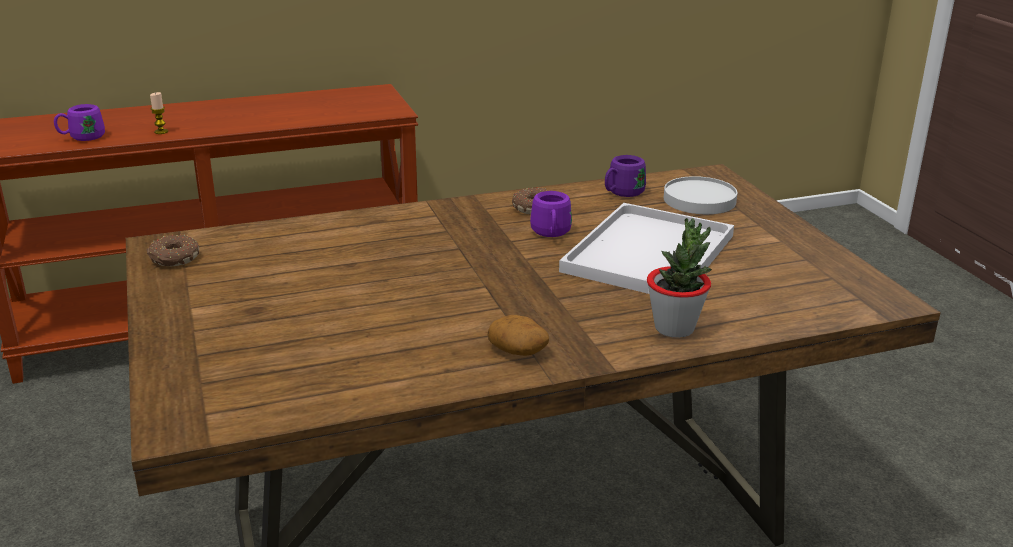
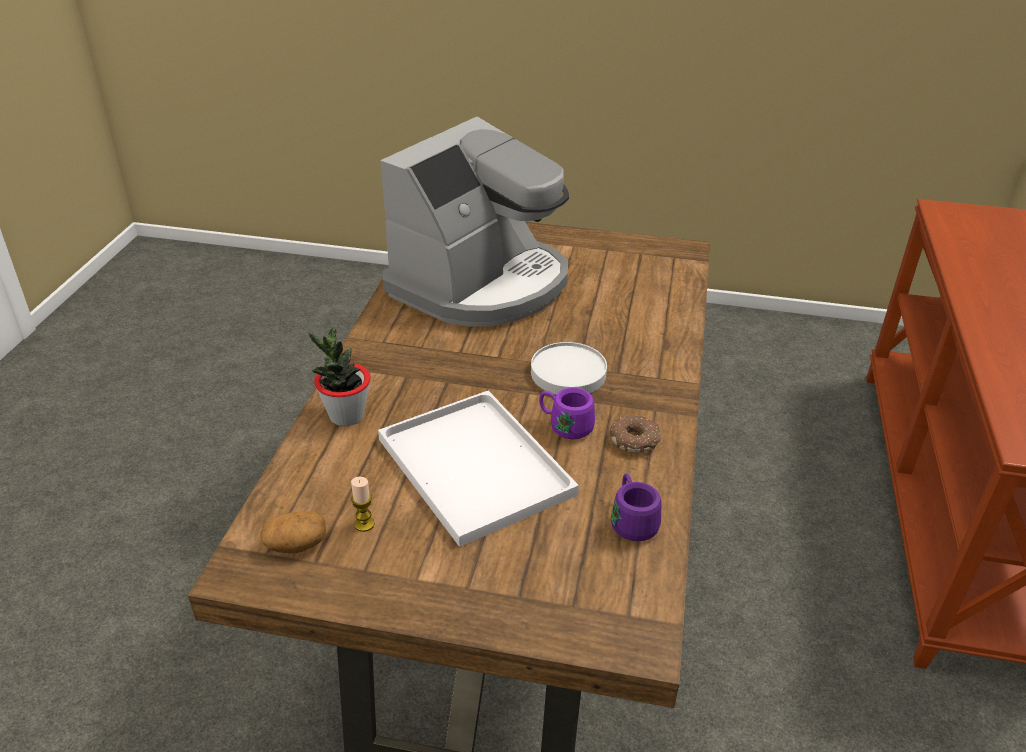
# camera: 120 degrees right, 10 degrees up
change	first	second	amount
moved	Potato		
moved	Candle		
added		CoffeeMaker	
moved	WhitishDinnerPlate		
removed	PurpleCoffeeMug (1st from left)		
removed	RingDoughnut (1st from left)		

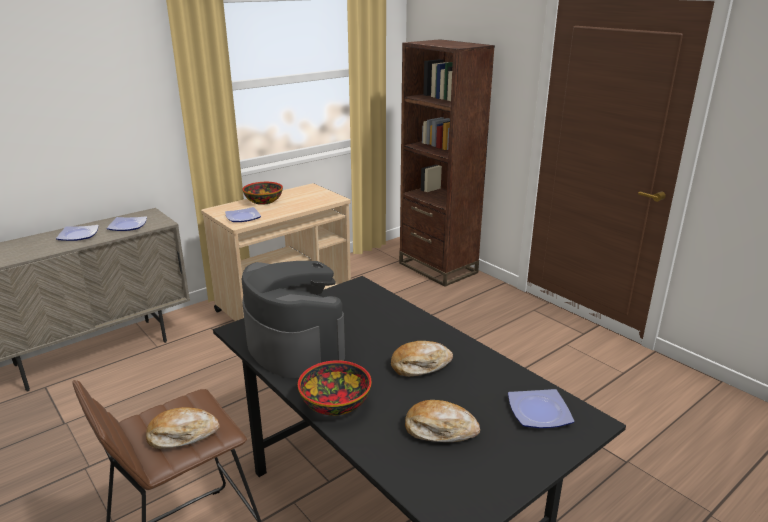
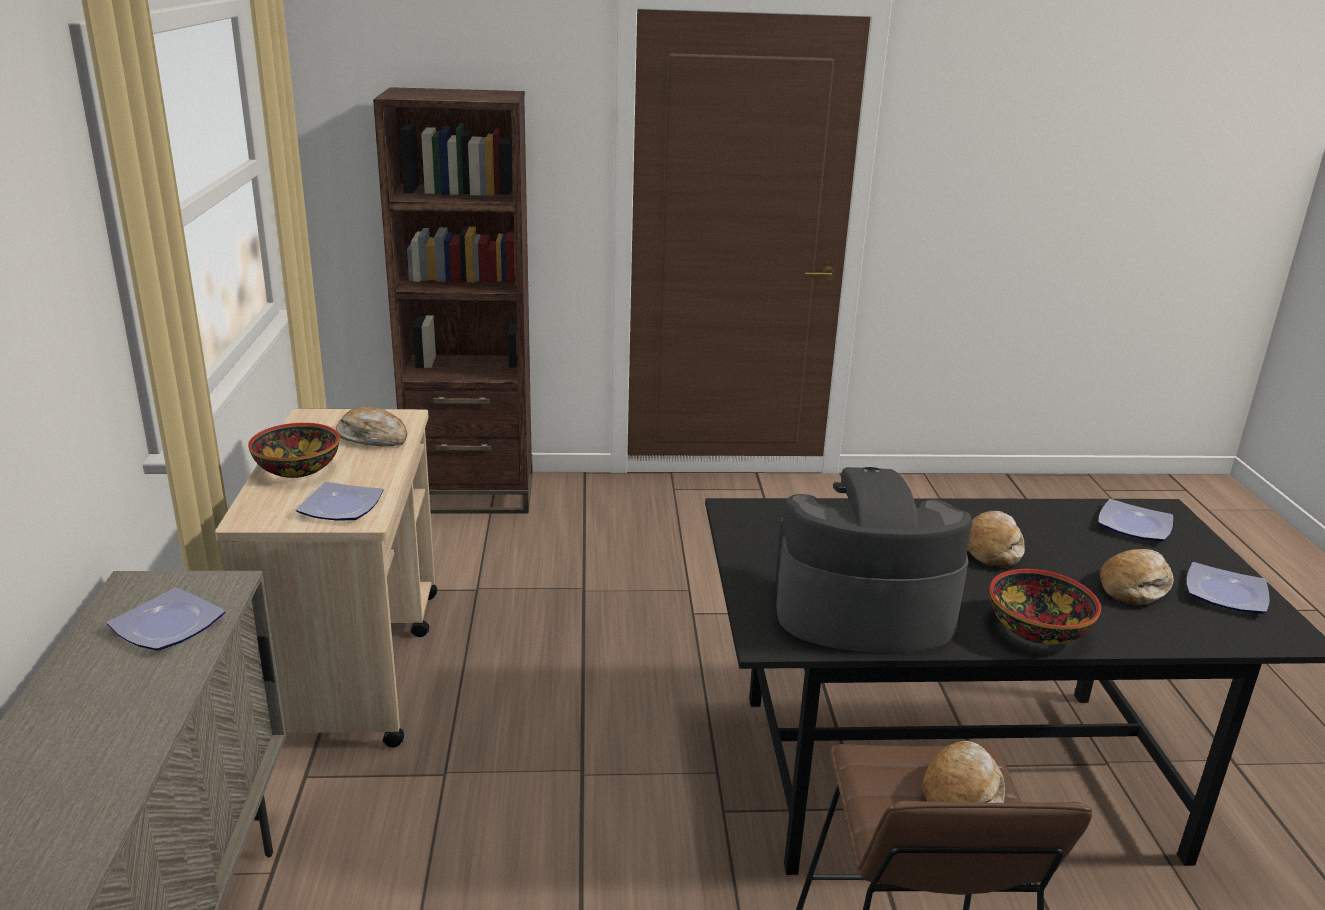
# camera: 55 degrees left, 0 degrees up
change	first	second	amount
added		BakedBread (1st from left)	
moved	DinnerPlate (1st from left in the first image)	DinnerPlate (4th from left)	

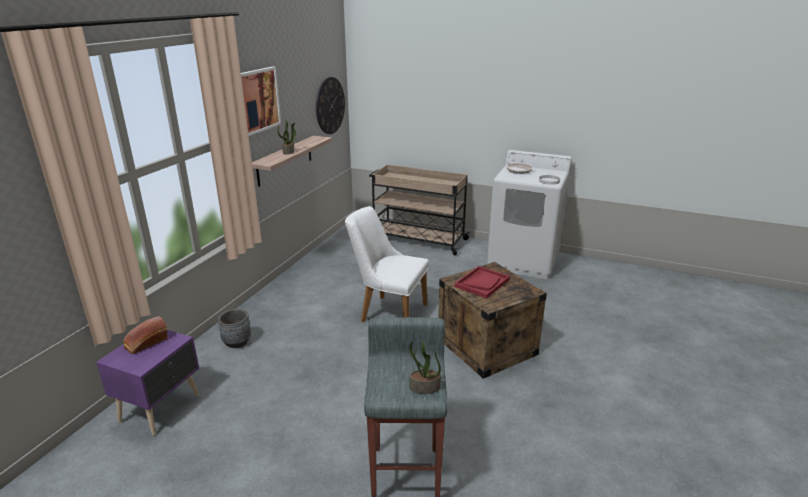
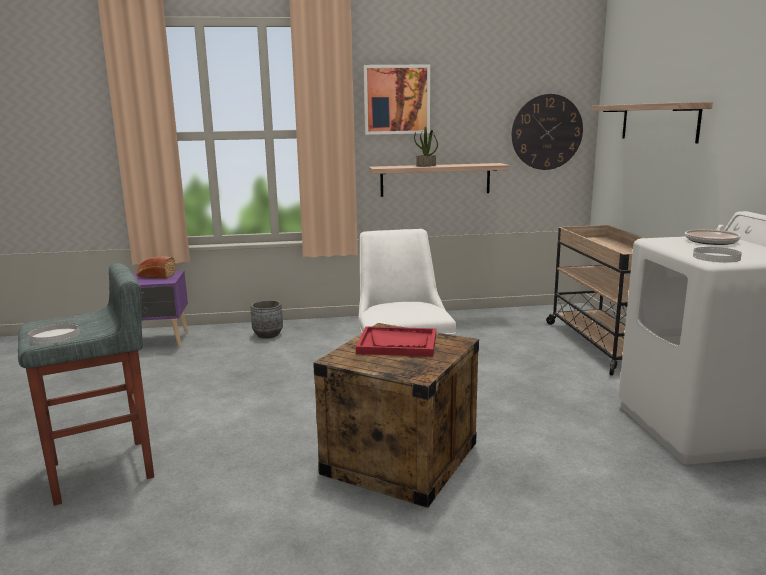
# camera: 60 degrees right, 10 degrees down
change	first	second	amount
replaced	Houseplant (2nd from left)	WhitishDinnerPlate (1st from left)	
added		WallShelf (2nd from left)	

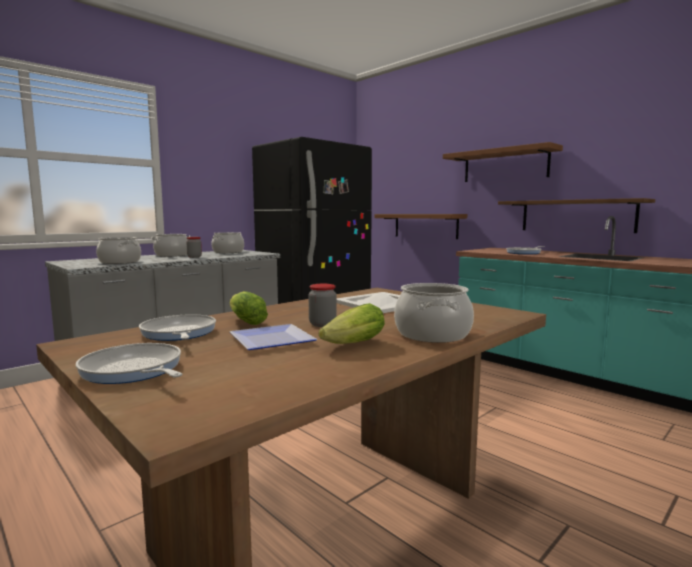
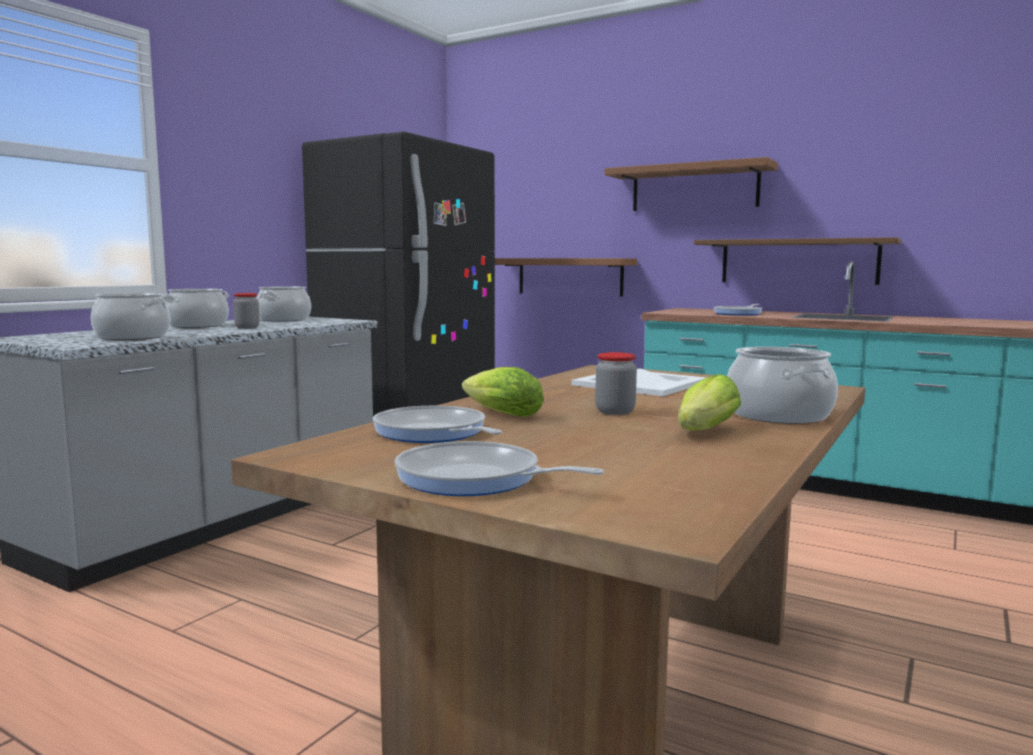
# camera: 15 degrees left, 0 degrees up
change	first	second	amount
removed	DinnerPlate		

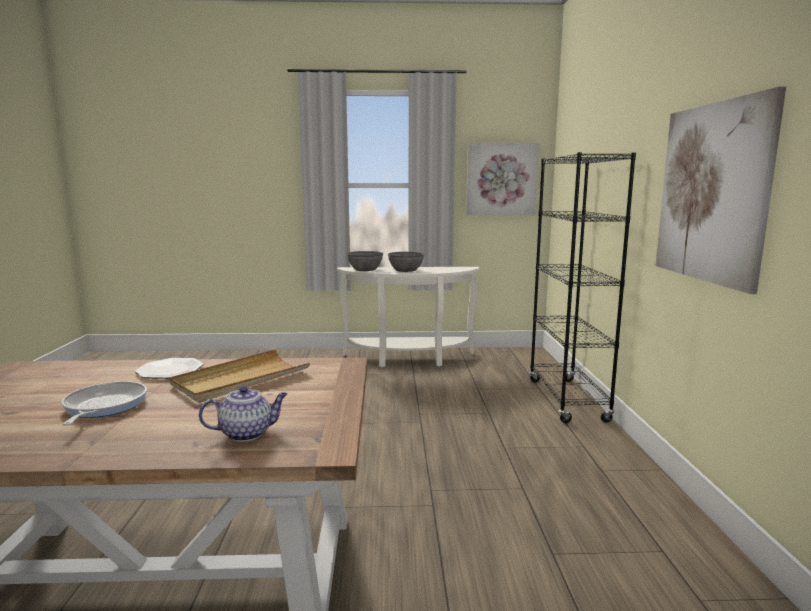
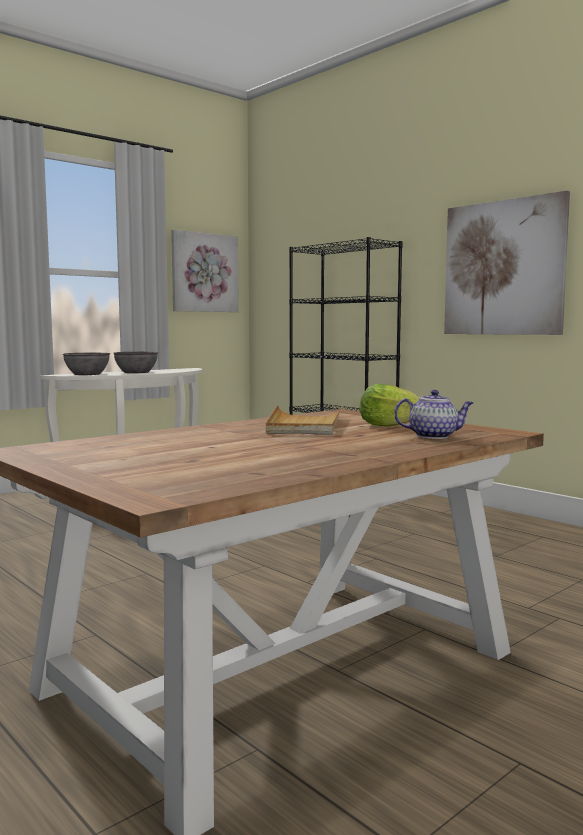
# camera: 40 degrees left, 5 degrees down
change	first	second	amount
added		LettuceHead	
turned	Teapot		60 degrees clockwise
removed	FryingPan		
removed	DinnerPlate		

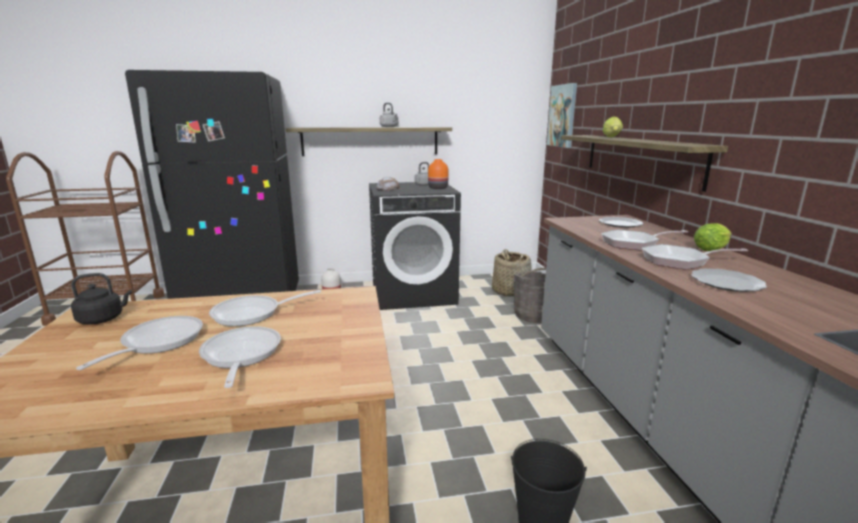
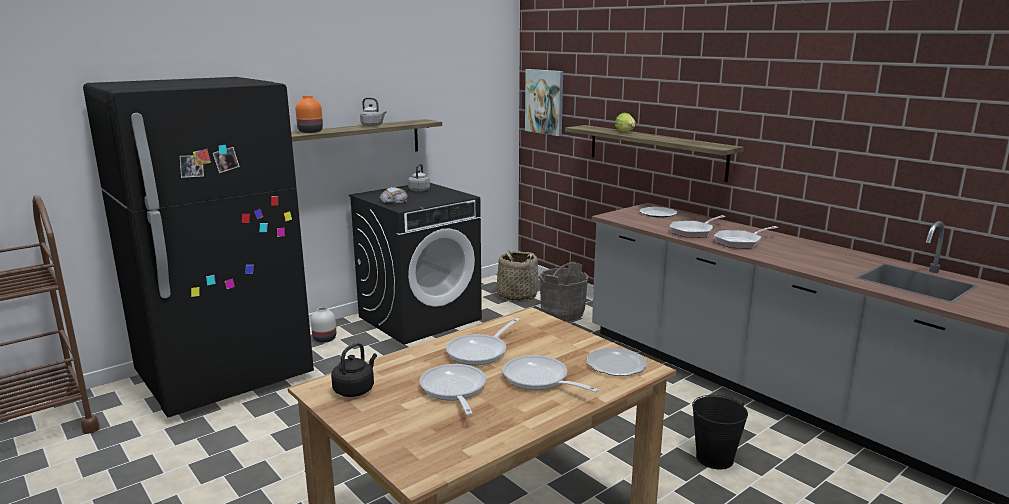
# camera: 30 degrees left, 0 degrees up
change	first	second	amount
moved	OrangeDecorativeVase		
moved	DinnerPlate (2nd from left in the first image)	DinnerPlate (1st from left)	
removed	LettuceHead (2nd from left)		

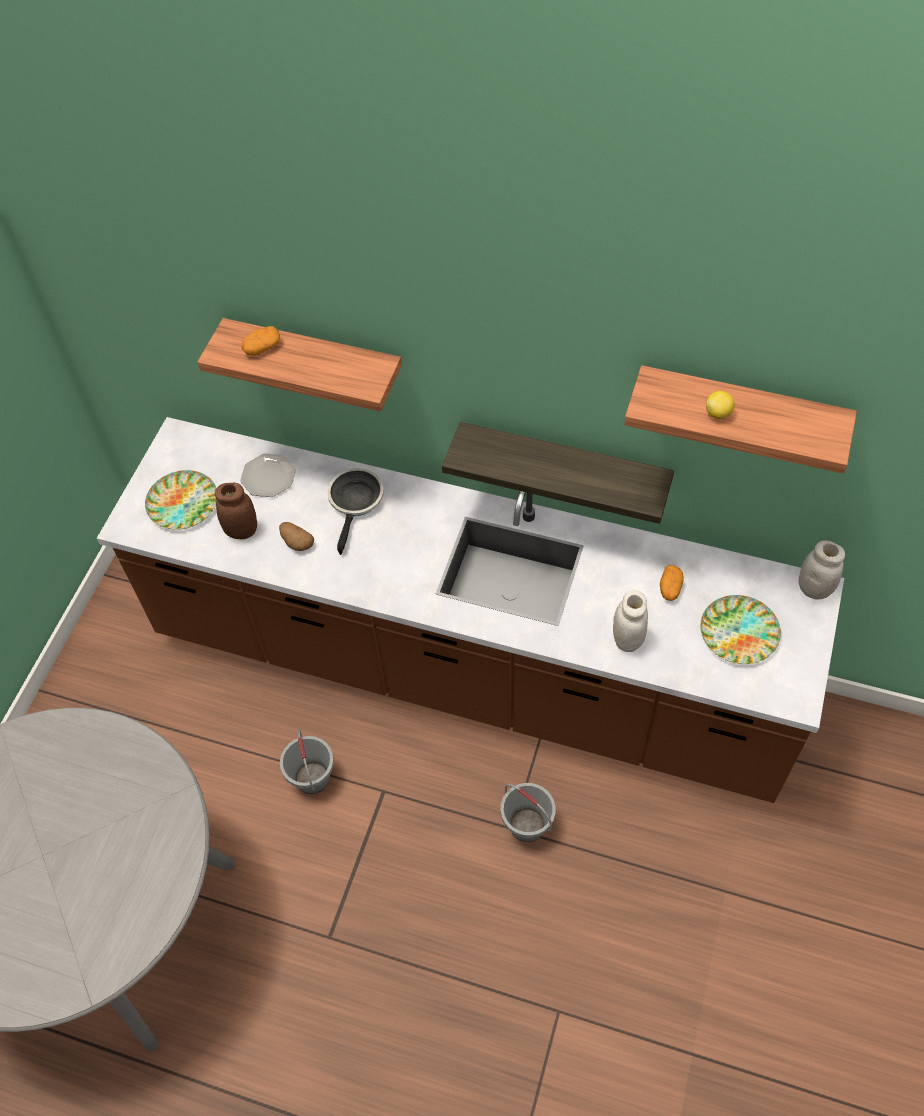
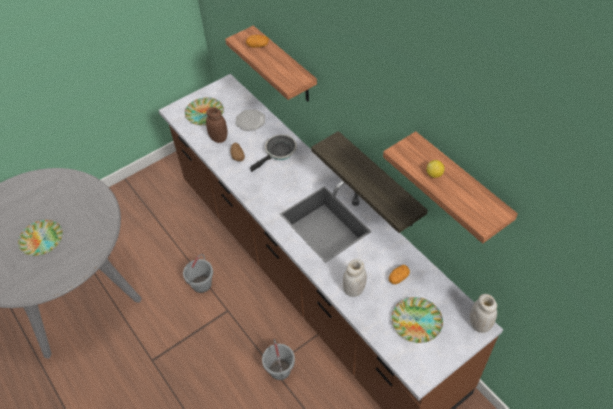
# camera: 35 degrees right, 5 degrees down
change	first	second	amount
added		DinnerPlate (1st from left)	

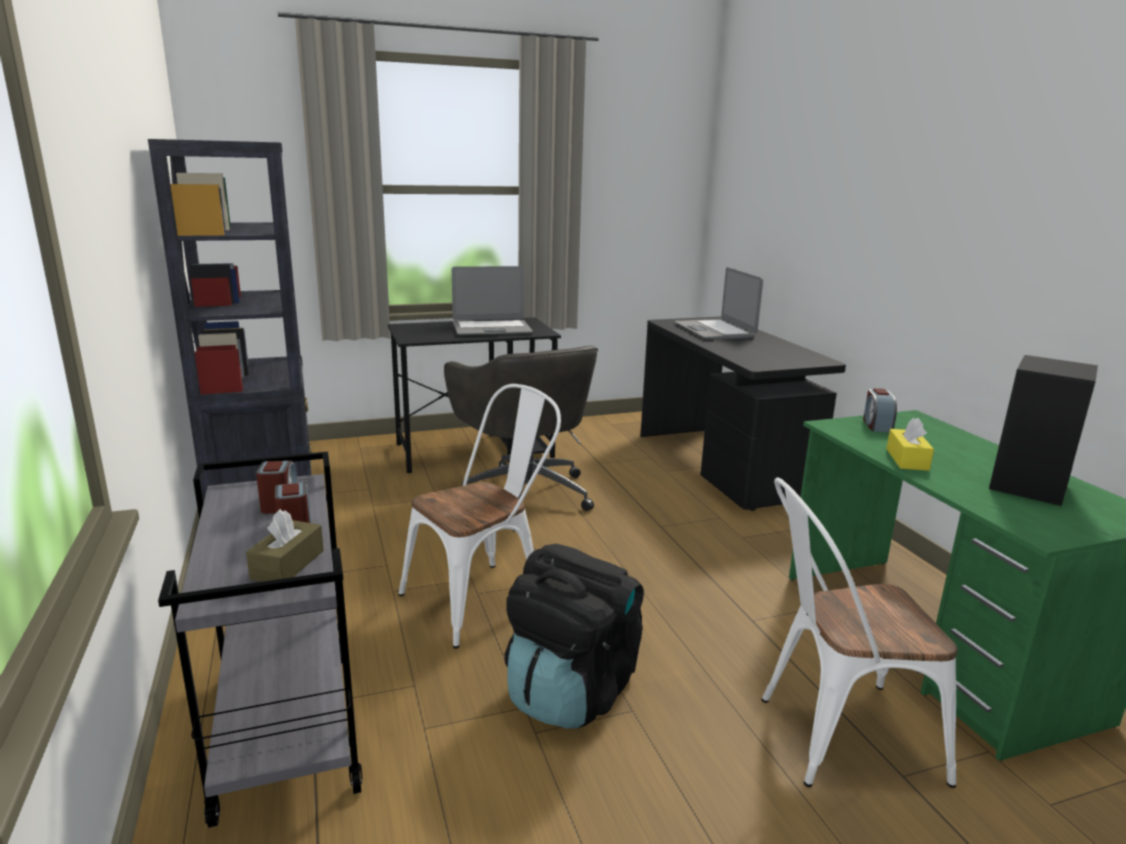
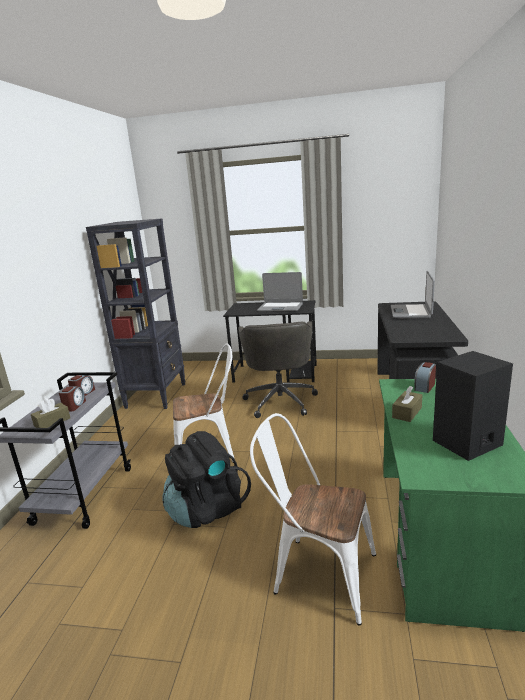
# camera: 30 degrees right, 0 degrees up
change	first	second	amount
recoloured	YellowColouredBoxOfTissues	BrownishBoxOfTissues (2nd from left)	

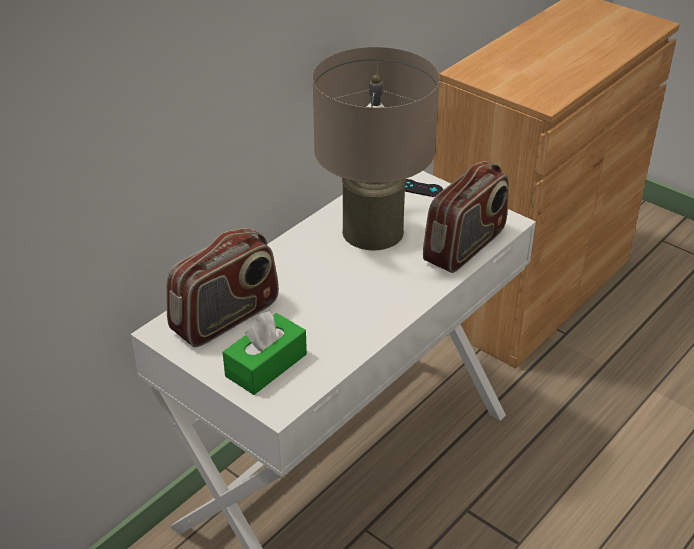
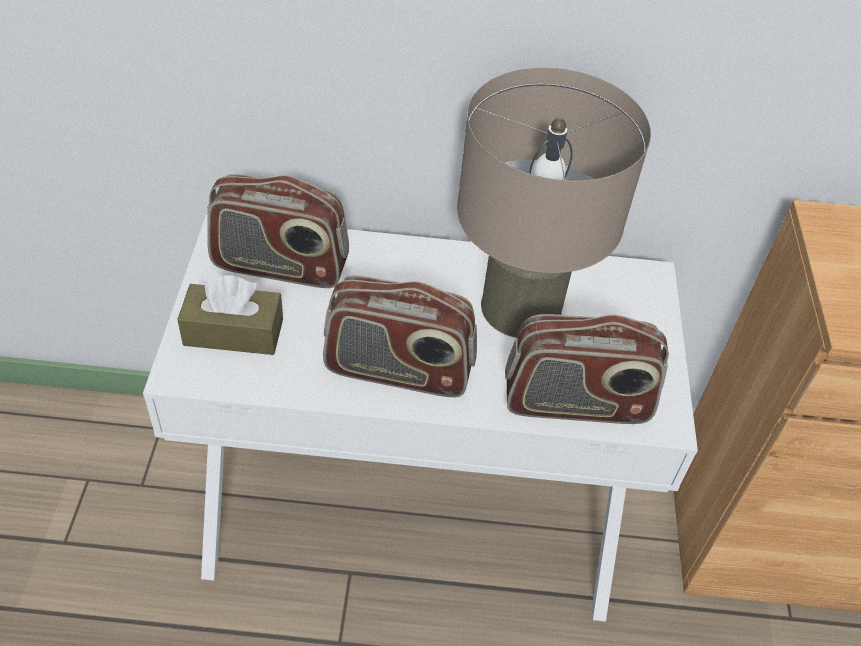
# camera: 50 degrees right, 10 degrees up
change	first	second	amount
recoloured	GreenBoxOfTissues	BrownishBoxOfTissues	
added		Radio (2nd from left)	
removed	BlackishJoypad		

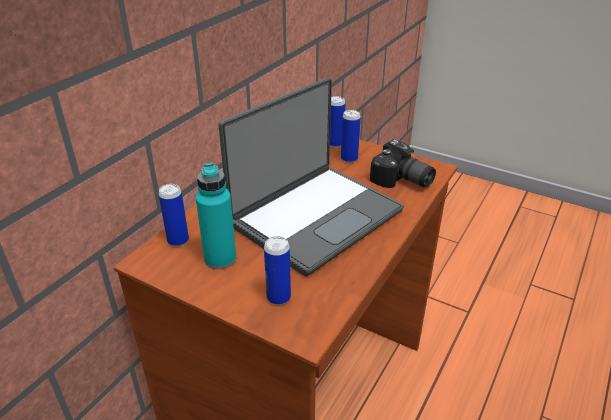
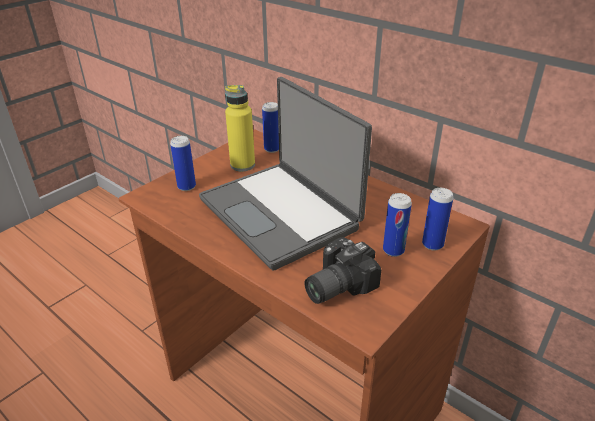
# camera: 100 degrees right, 0 degrees up
change	first	second	amount
recoloured	TurquoiseBeverageBottle	YellowColouredBeverageBottle	

